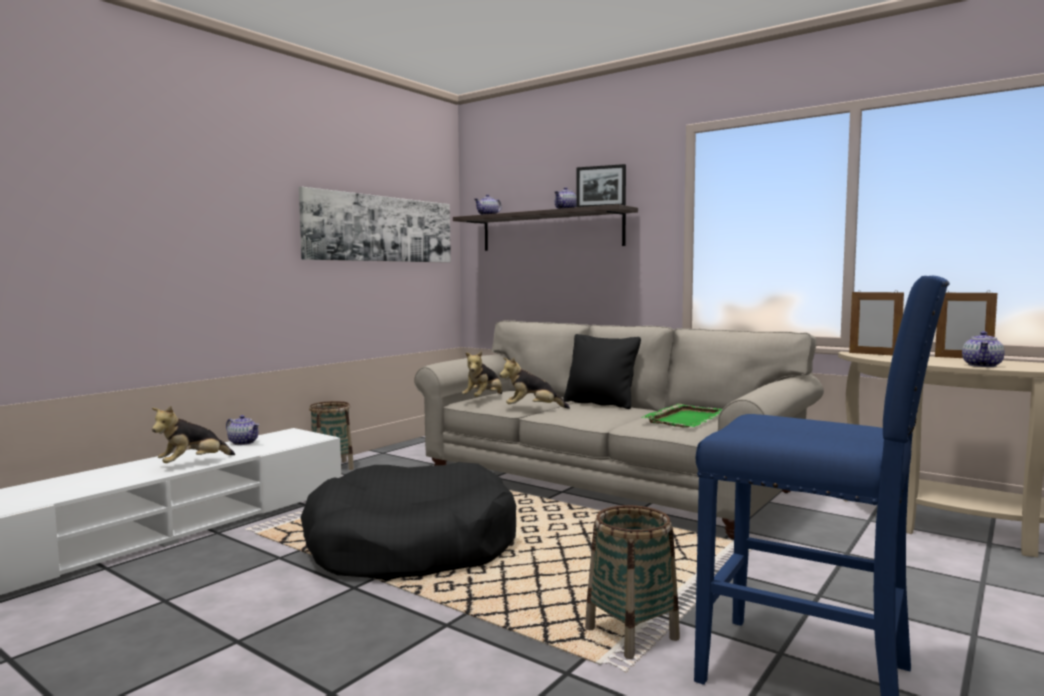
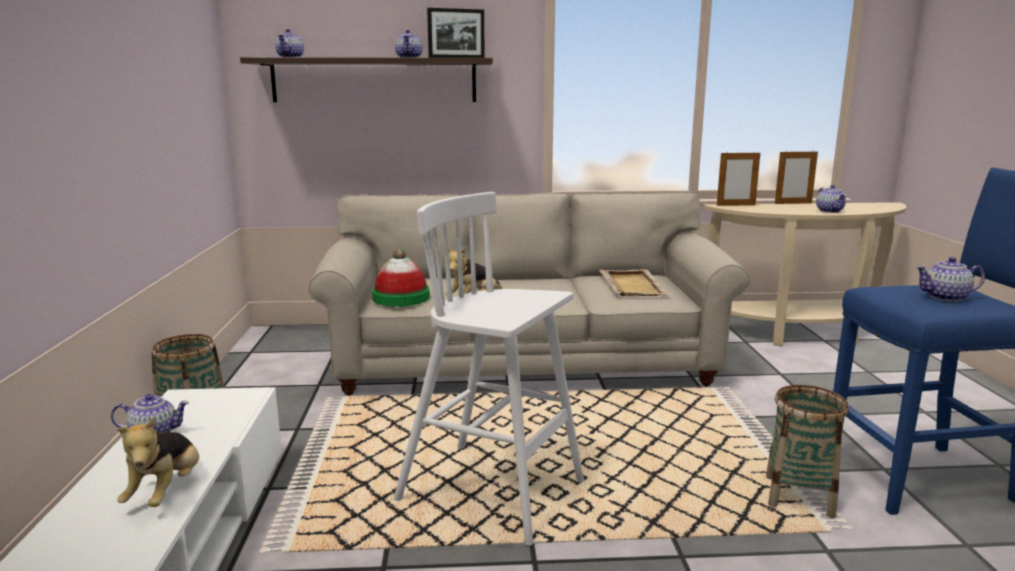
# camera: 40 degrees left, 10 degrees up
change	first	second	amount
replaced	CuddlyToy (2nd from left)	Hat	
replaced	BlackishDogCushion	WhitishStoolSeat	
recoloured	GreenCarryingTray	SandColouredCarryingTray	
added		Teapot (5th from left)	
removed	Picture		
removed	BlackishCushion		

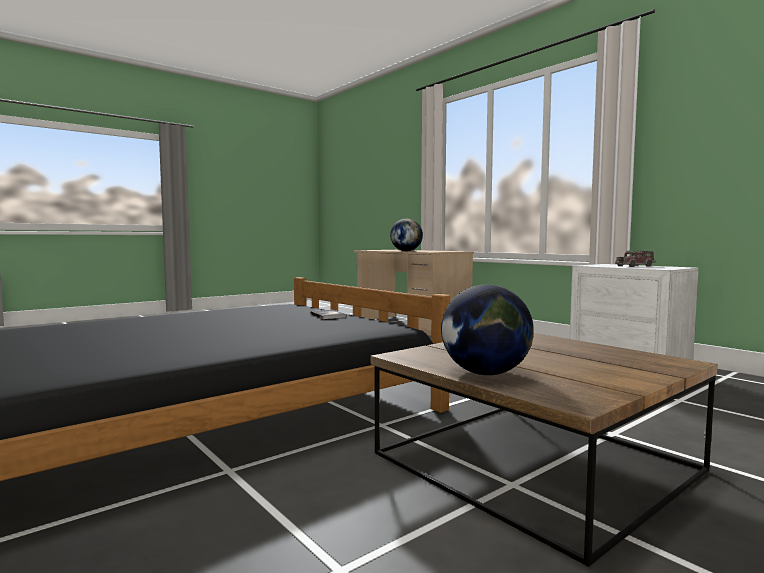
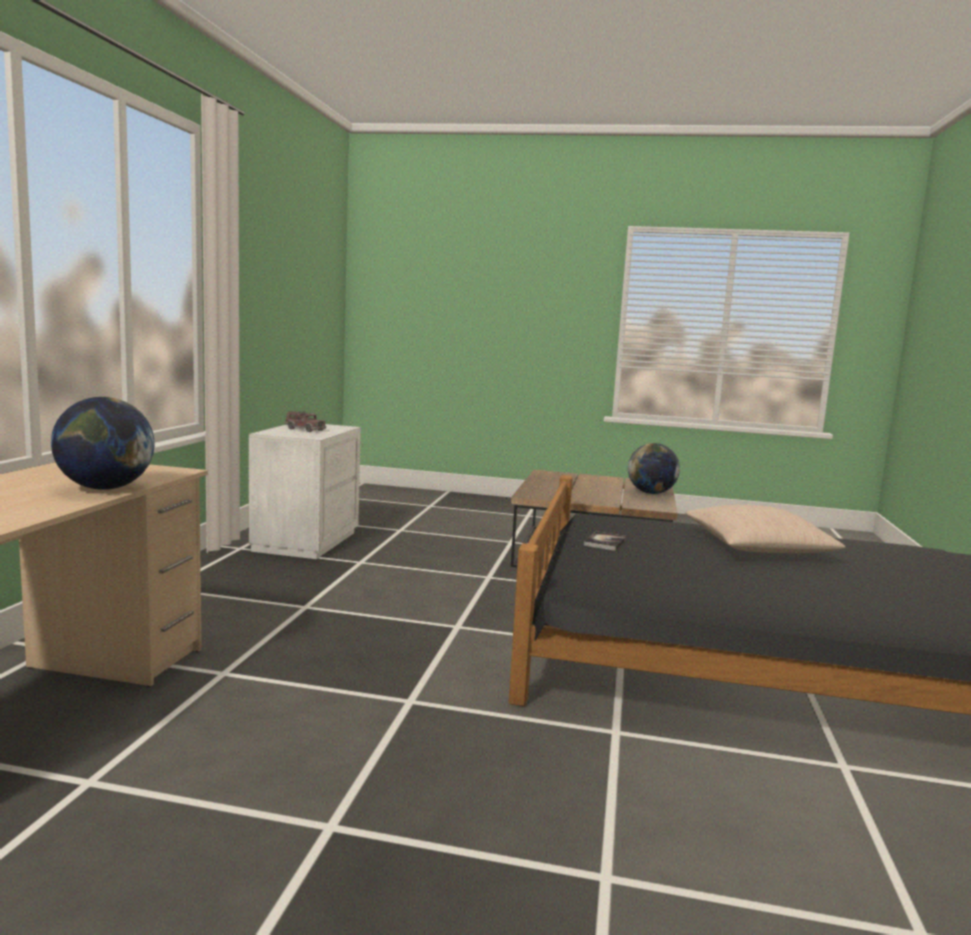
# camera: 130 degrees left, 5 degrees up
change	first	second	amount
added		SandColouredCushion	

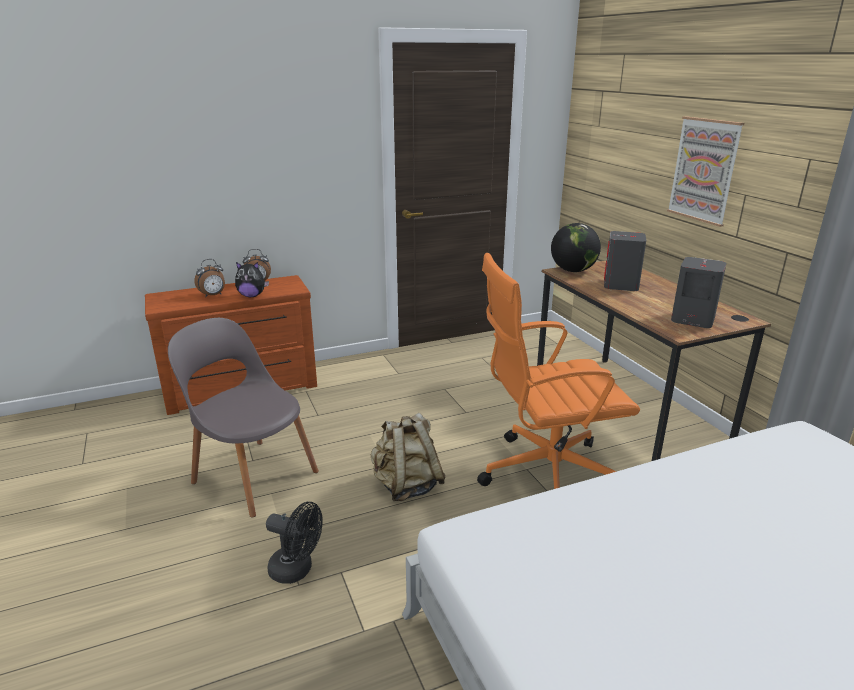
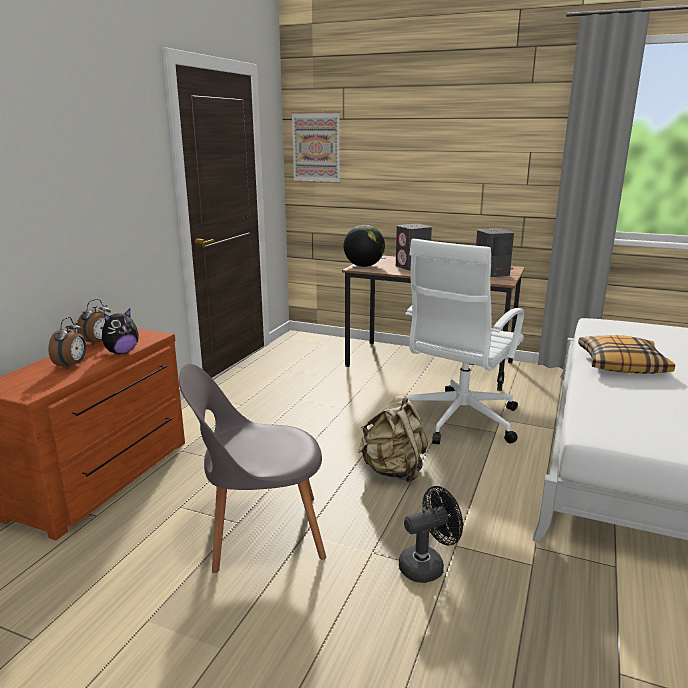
# camera: 45 degrees left, 5 degrees down
change	first	second	amount
moved	Picture		
recoloured	OrangeDeskChair	WhitishDeskChair	
added		Cushion	

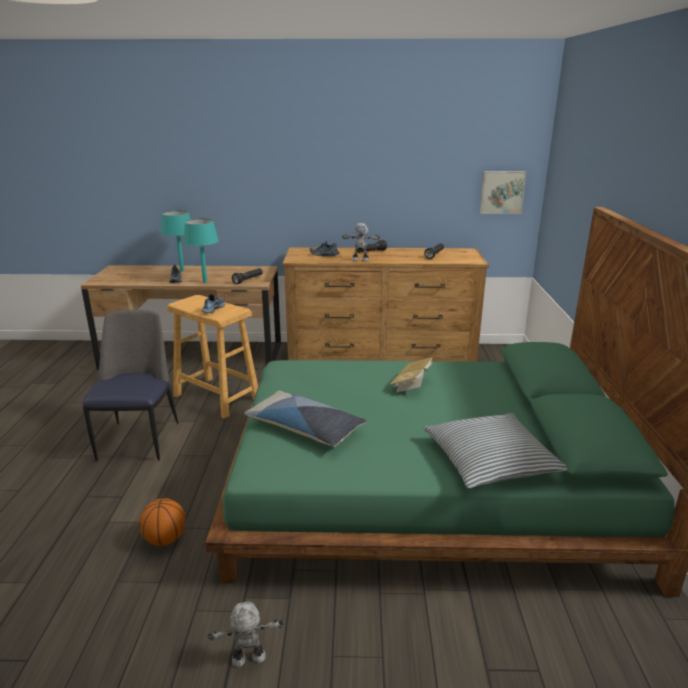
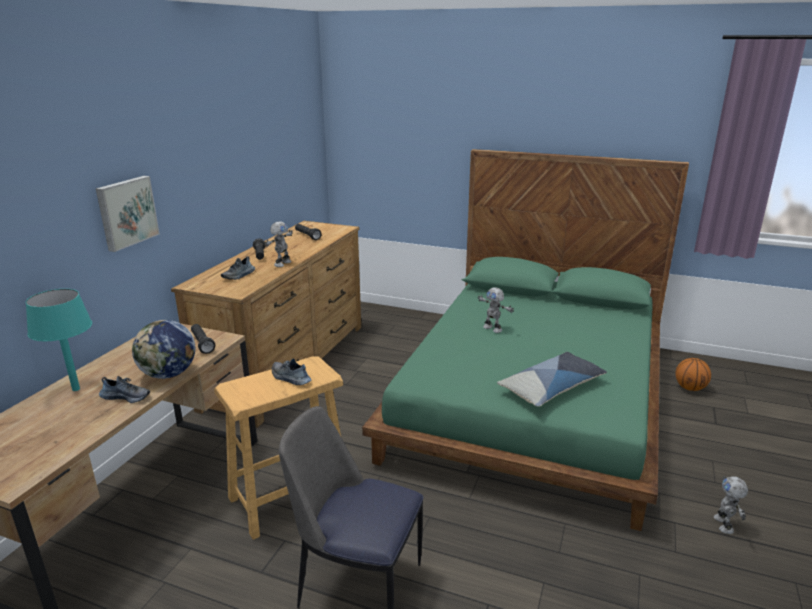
# camera: 70 degrees left, 0 degrees up
change	first	second	amount
moved	Picture		
replaced	TurquoiseLampForATable (2nd from left)	Globe	
replaced	BoundBook	RobotFigure (2nd from left)	
moved	BasketballBall		
removed	Cushion (2nd from left)		

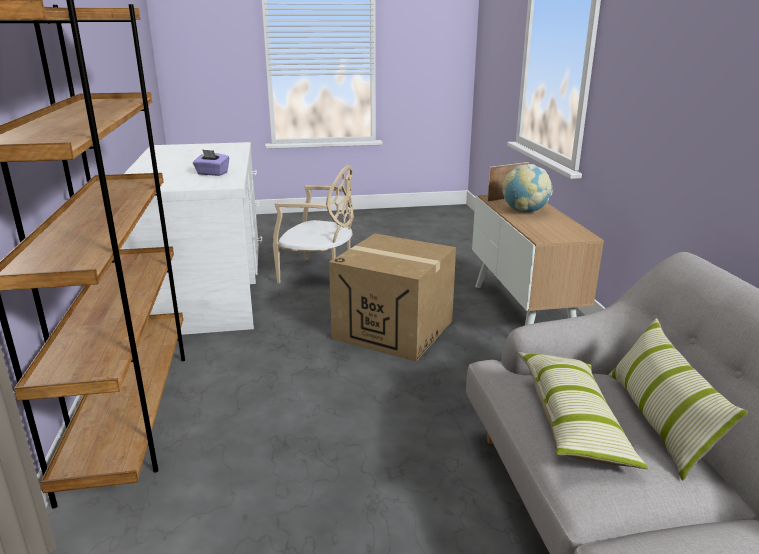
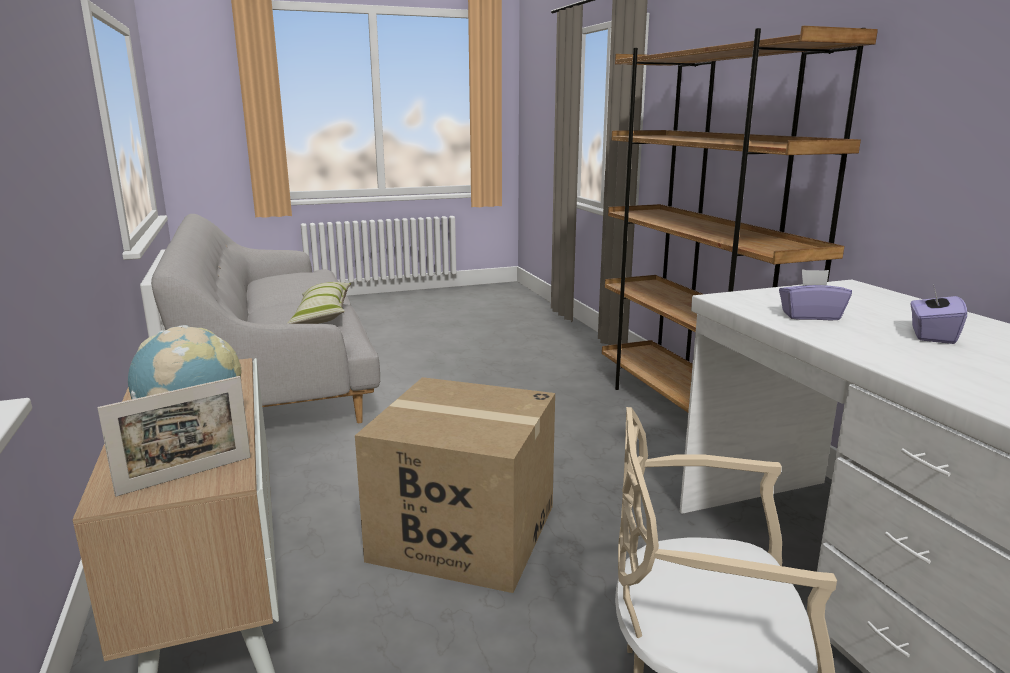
# camera: 170 degrees right, 5 degrees down
change	first	second	amount
added		PurpleBoxOfTissues (2nd from left)	
removed	Cushion (2nd from left)		

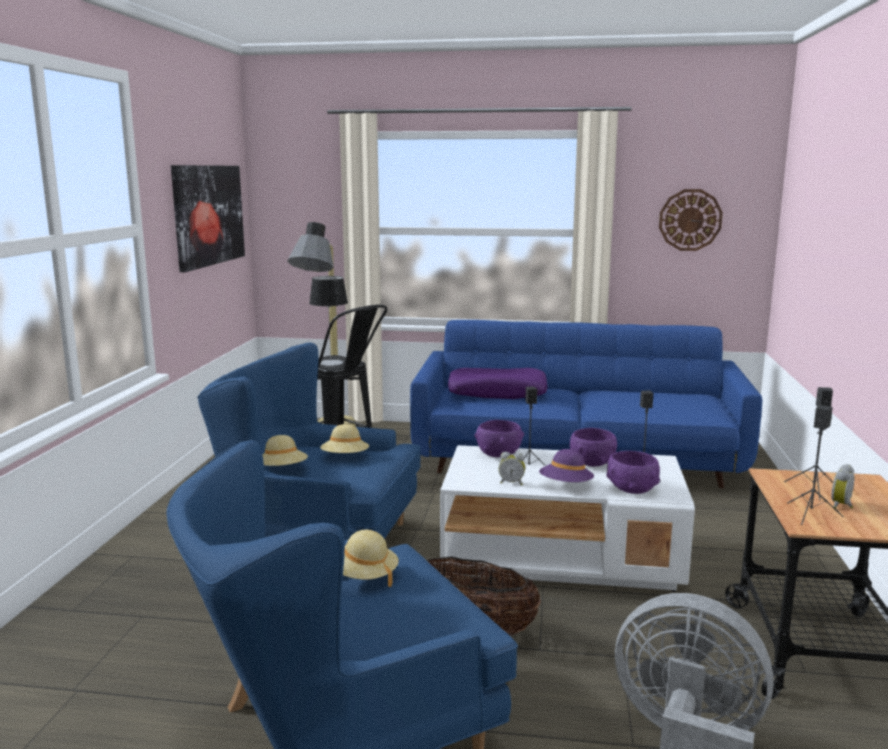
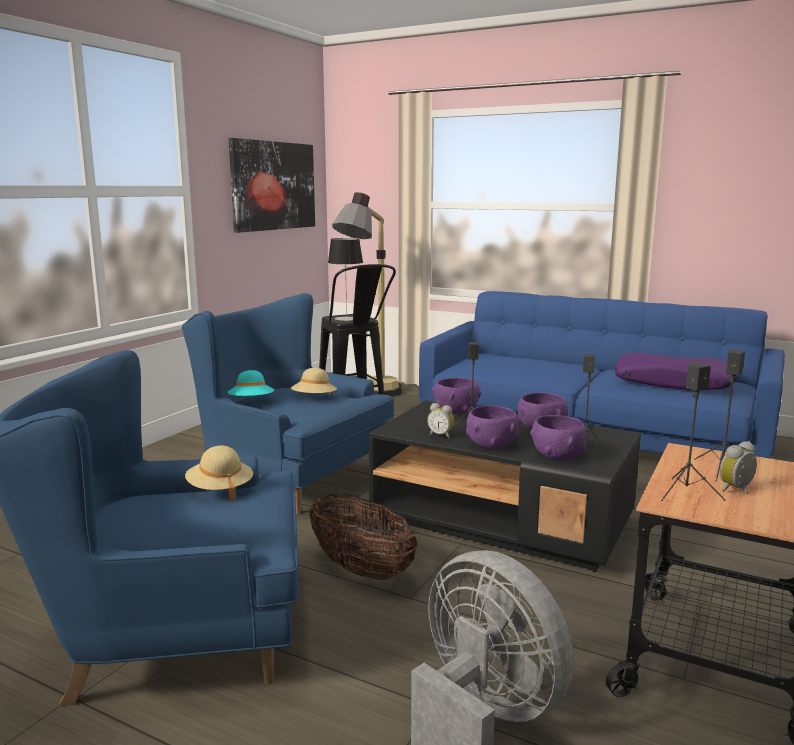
# camera: 20 degrees right, 0 degrees up
change	first	second	amount
recoloured	SandColouredHat (1st from left)	TurquoiseHat	
recoloured	WhitishCoffeeTable	BlackishCoffeeTable	
replaced	PurpleHat	PurpleDeepDish (2nd from left)	
moved	PurpleCushion		
removed	ClockOnTheWall		

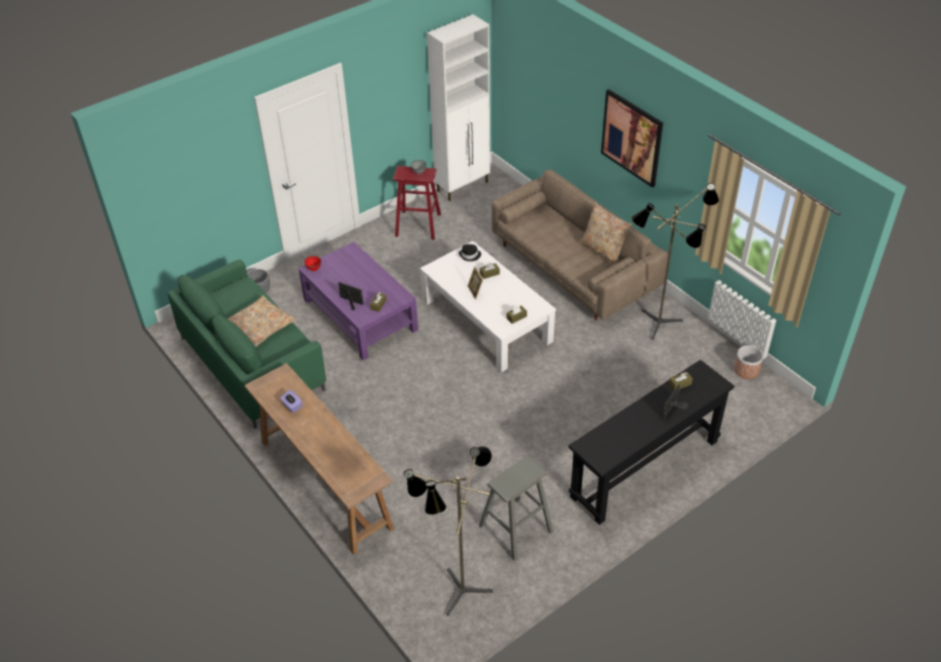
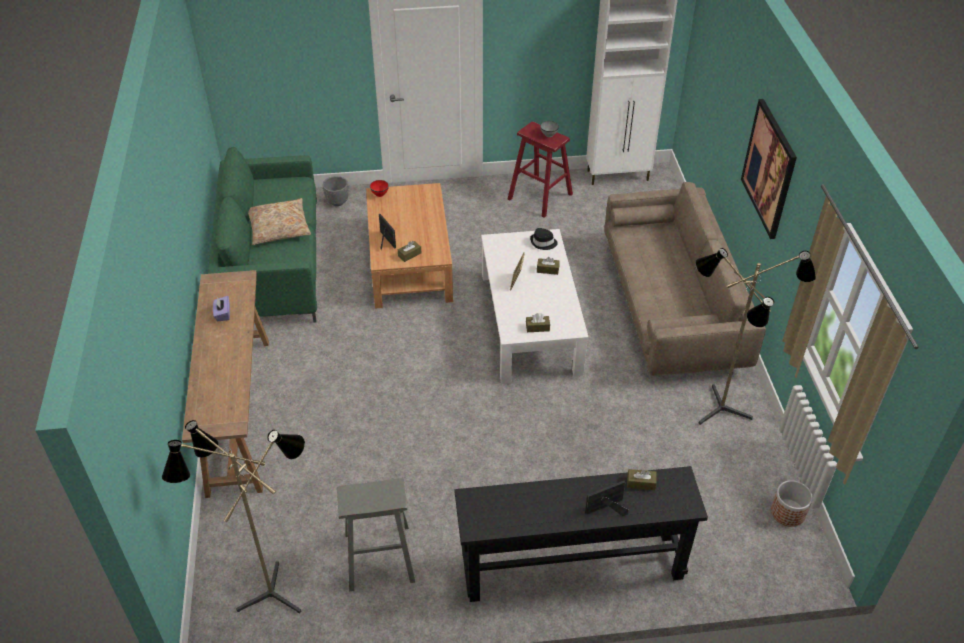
# camera: 30 degrees right, 0 degrees up
change	first	second	amount
recoloured	PurpleCoffeeTable	BrownishCoffeeTable	
removed	SandColouredCushion (2nd from left)		

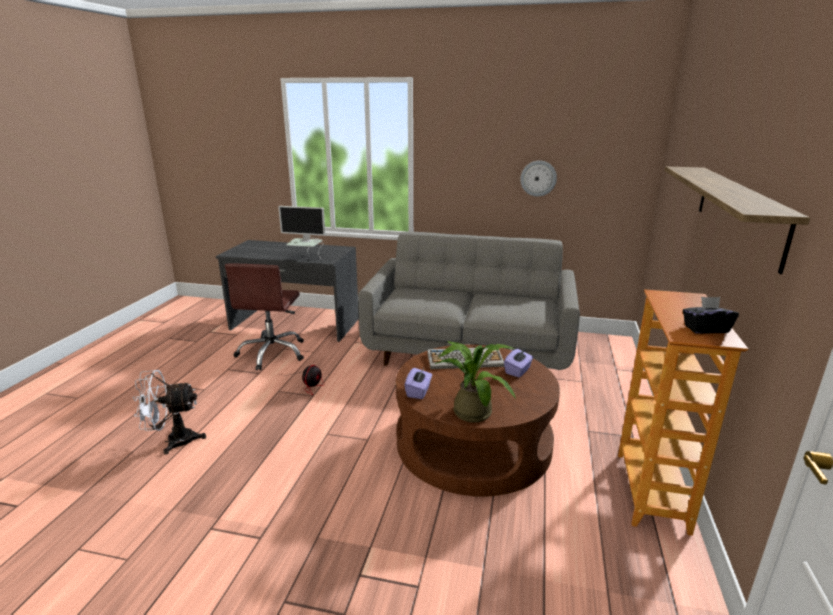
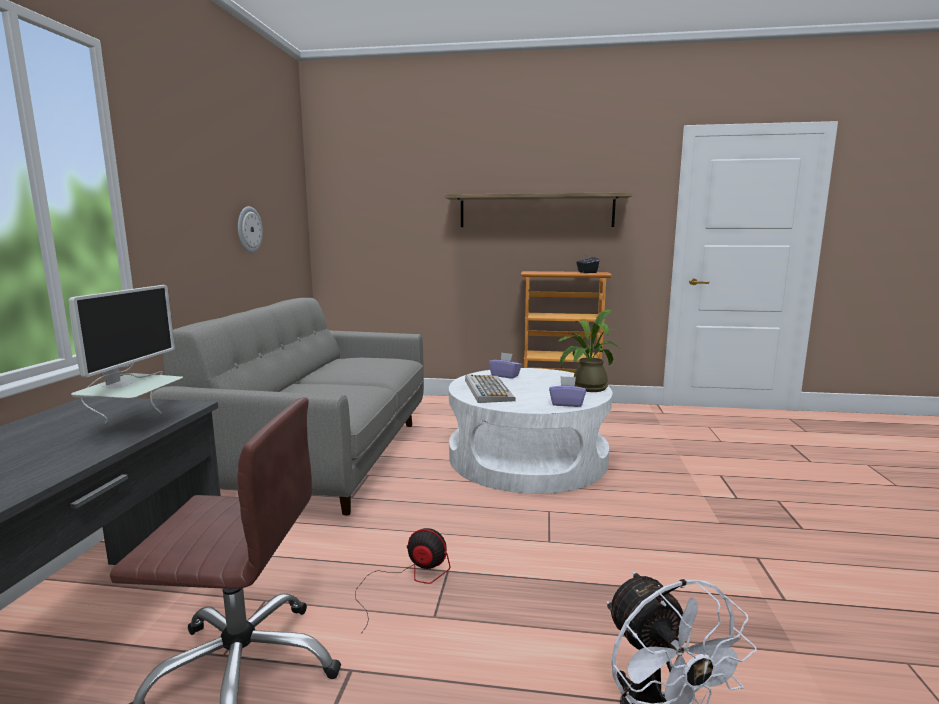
# camera: 95 degrees left, 10 degrees down
change	first	second	amount
recoloured	BrownishCoffeeTable	WhitishCoffeeTable	

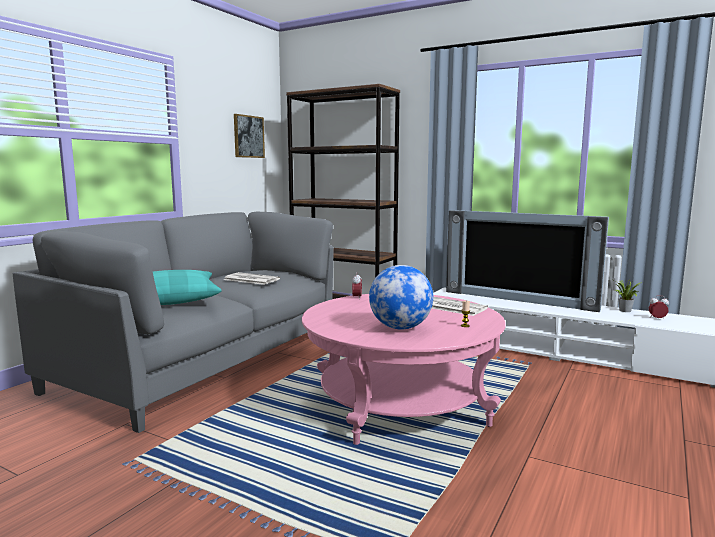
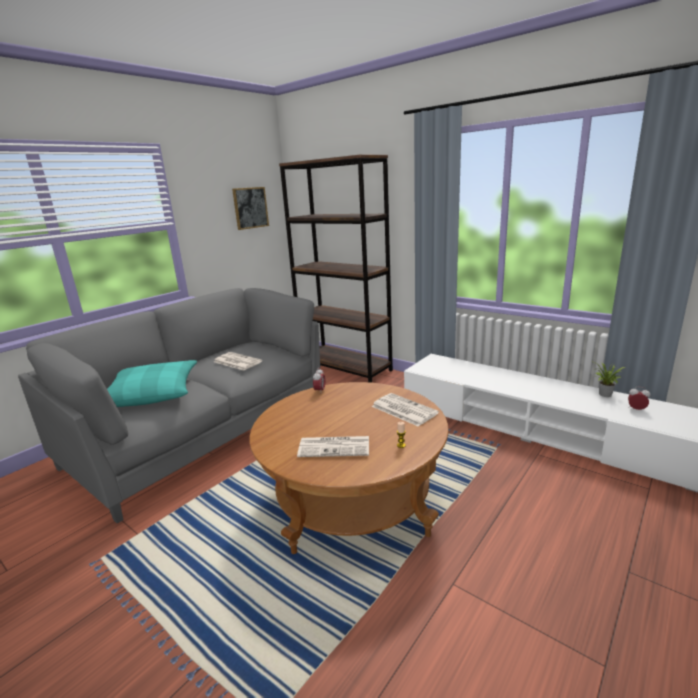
# camera: 10 degrees right, 10 degrees up
change	first	second	amount
recoloured	PinkColouredCoffeeTable	BrownishCoffeeTable	
replaced	Globe	PrintedPaper (2nd from left)	
removed	Tv		

